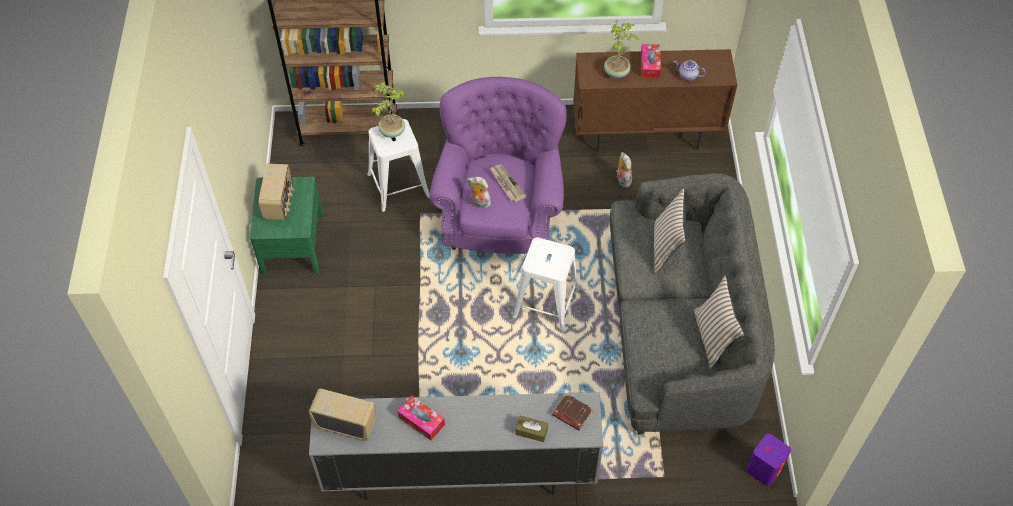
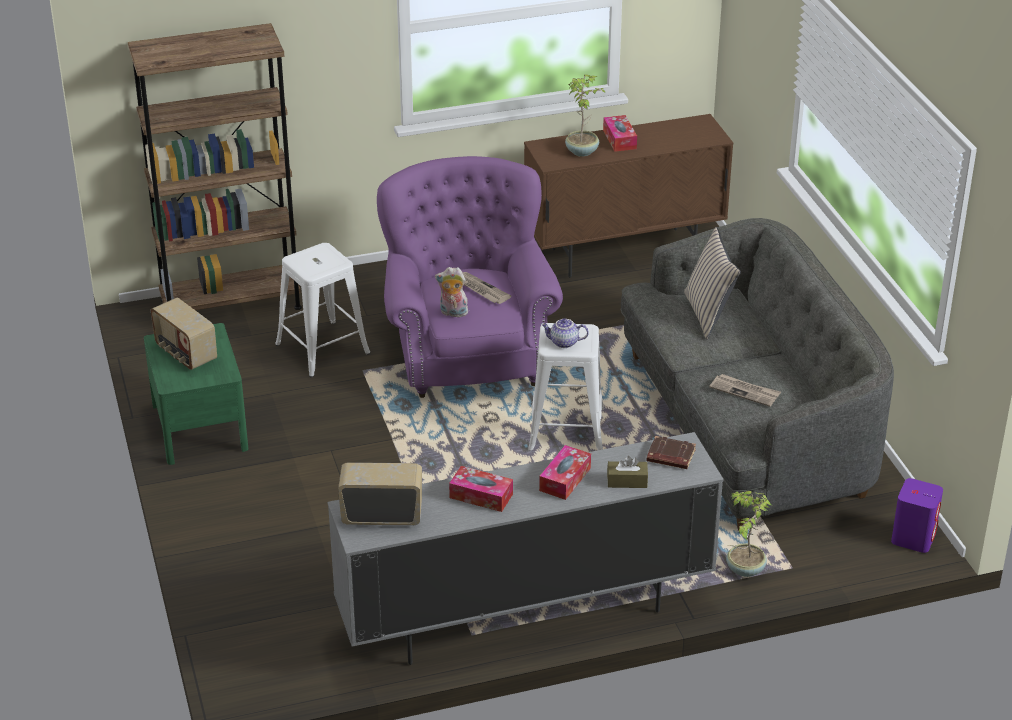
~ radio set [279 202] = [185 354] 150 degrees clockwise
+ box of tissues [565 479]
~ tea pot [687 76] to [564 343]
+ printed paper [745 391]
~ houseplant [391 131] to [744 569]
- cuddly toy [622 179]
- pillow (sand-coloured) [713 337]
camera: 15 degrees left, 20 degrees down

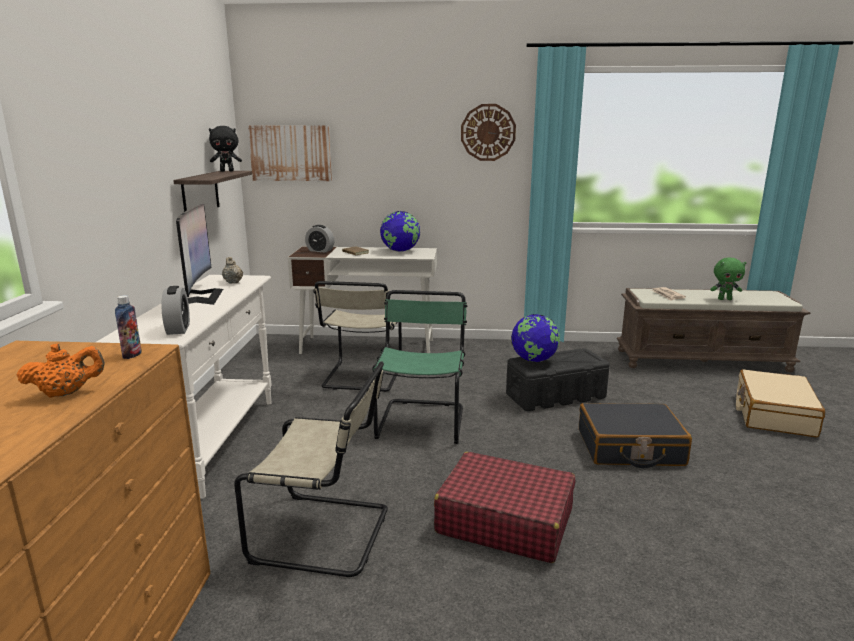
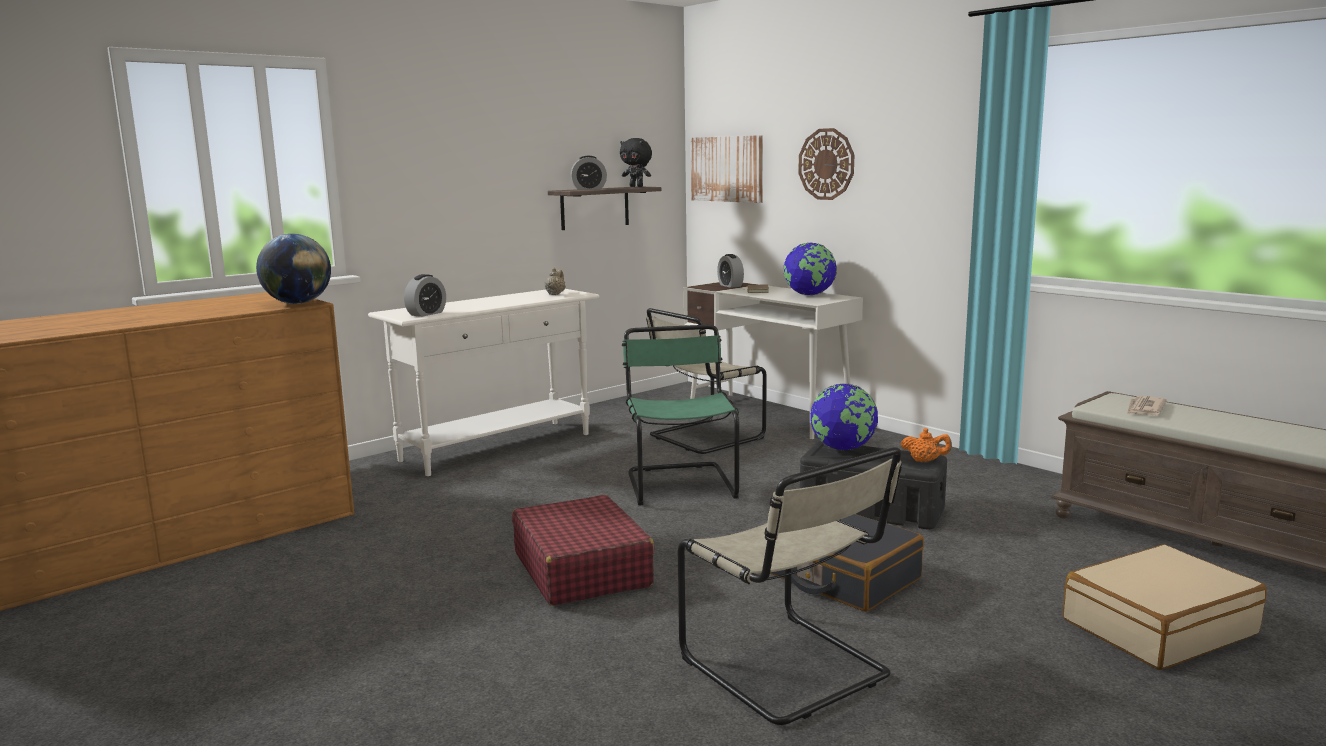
~ bottle [132 355] to globe [298 303]
+ table clock [589 189]
~ plain chair (green) [421 420] = [680 483] 60 degrees counterclockwise
~ plain chair (sand-coloured) [326 534] to [790 670]
~ hanging clock [488 132] to [826 164]
~ tea pot (orange-coloured) [66 393] to [925 461]
- computer display [199 297]
- cuddly toy (green) [724 299]
camera: 45 degrees right, 5 degrees down

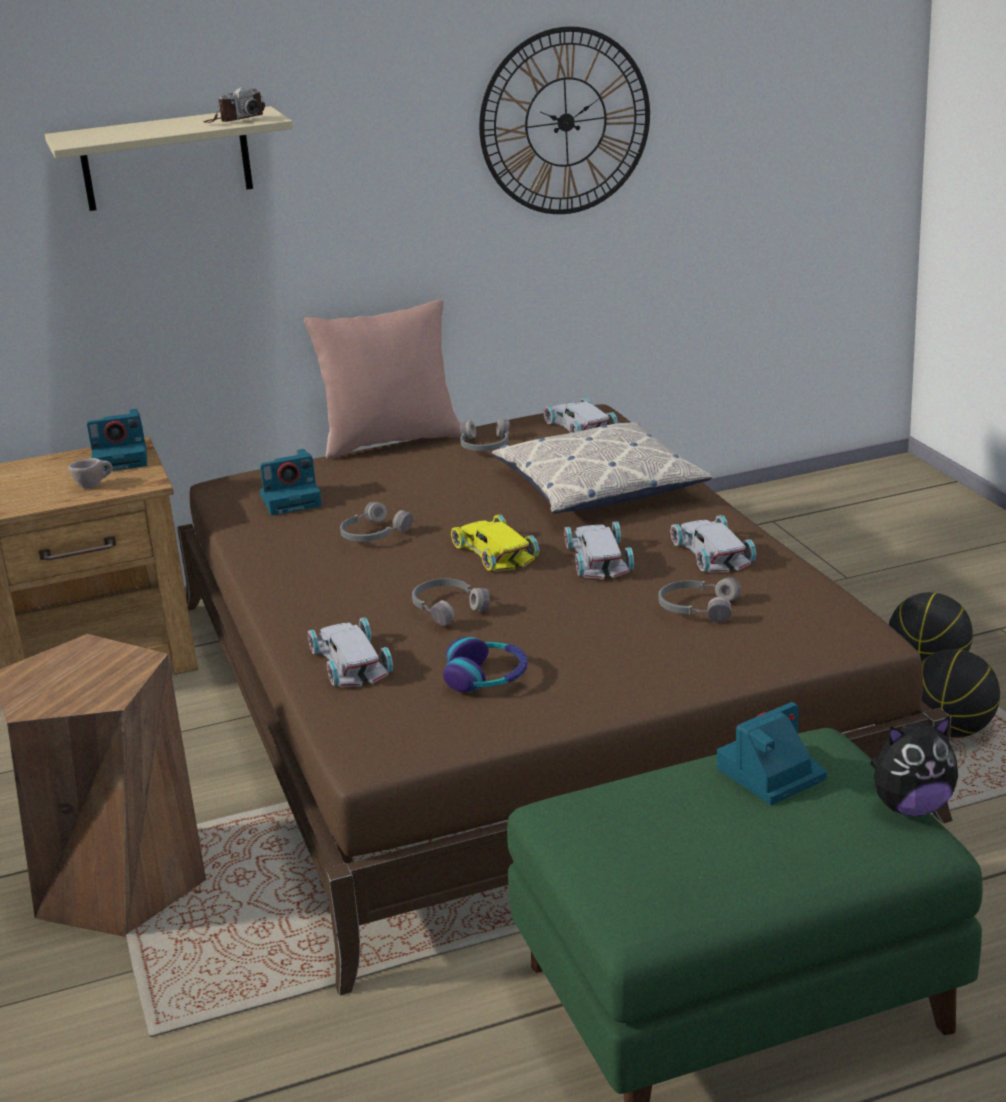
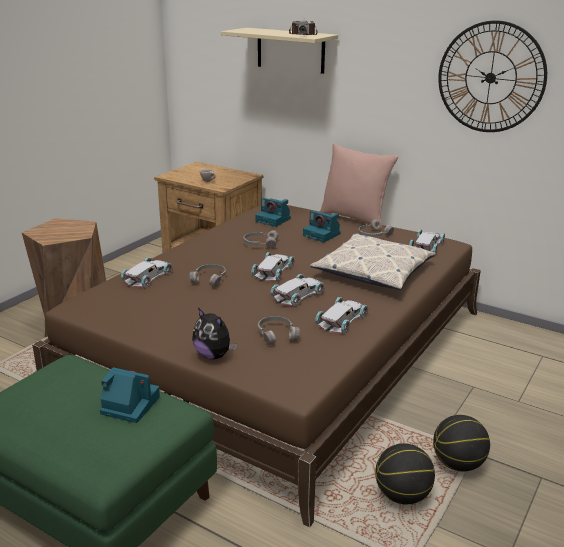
~ cuddly toy [911 807] to [213 355]
~ miniature car (yellow) [495 551] to miniature car (white-coloured) [274 270]
~ still camera [122 459] to [322 235]
- pair of headphones [487 677]
camera: 50 degrees right, 0 degrees up

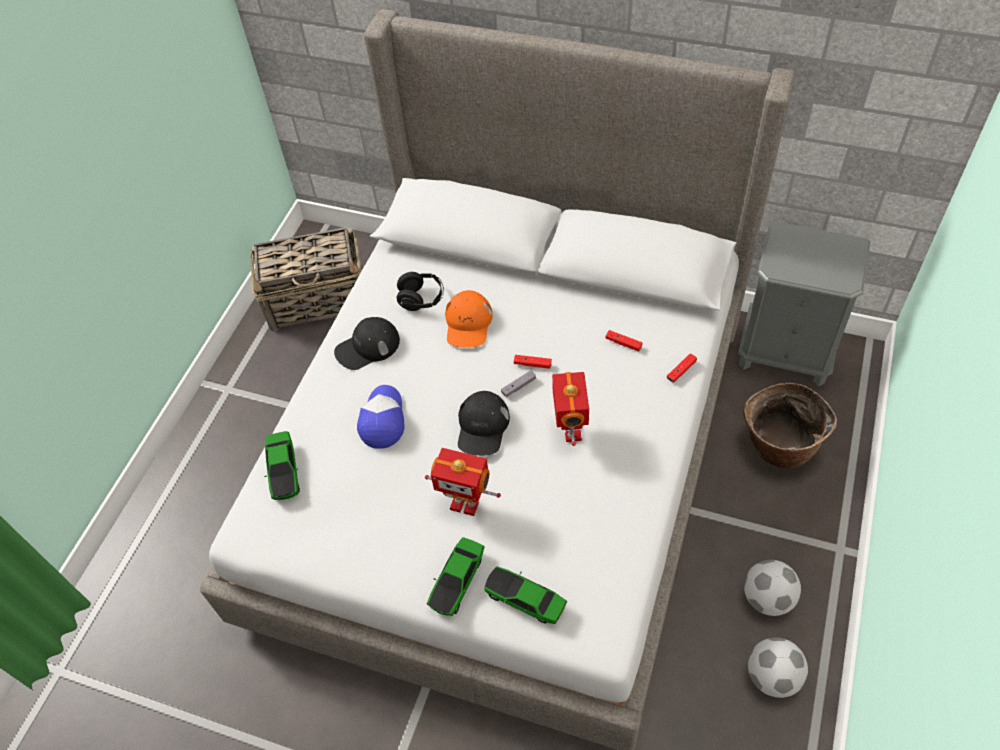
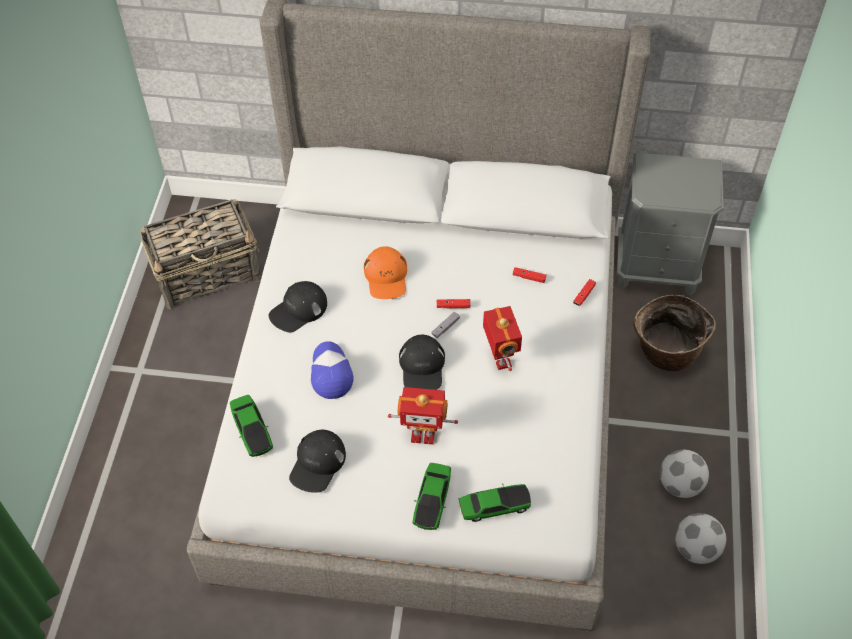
+ peaked cap (black) [317 463]
~ miniature car [525 600] = [494 506] 150 degrees clockwise
- pair of headphones (black) [421 299]
camera: 15 degrees left, 0 degrees up

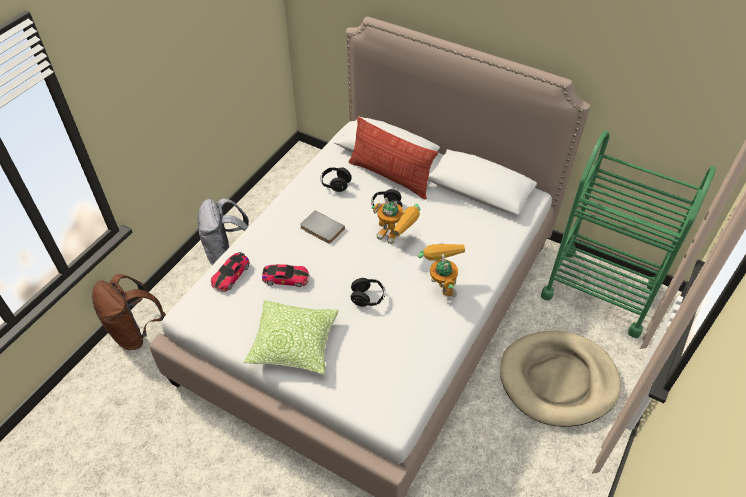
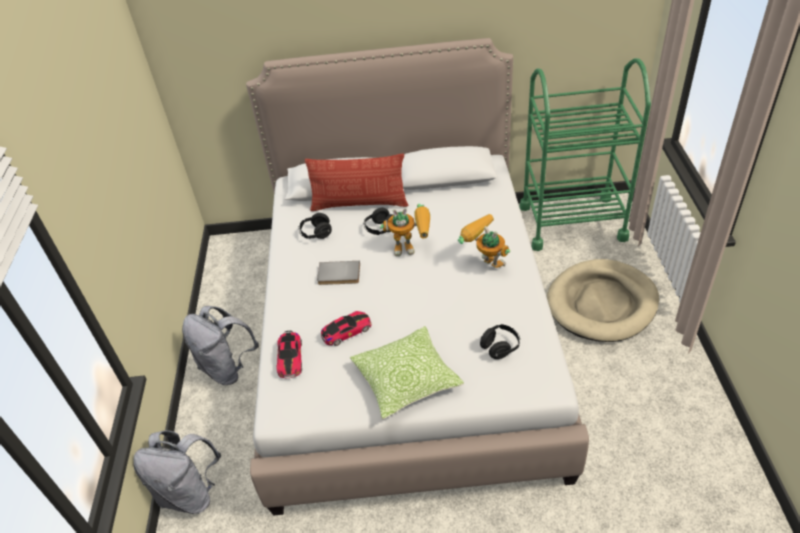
~ rucksack (brownish) [136 332] to rucksack (gray) [191 493]
~ pair of headphones (black) [368 298] to [500 347]
camera: 30 degrees left, 5 degrees down

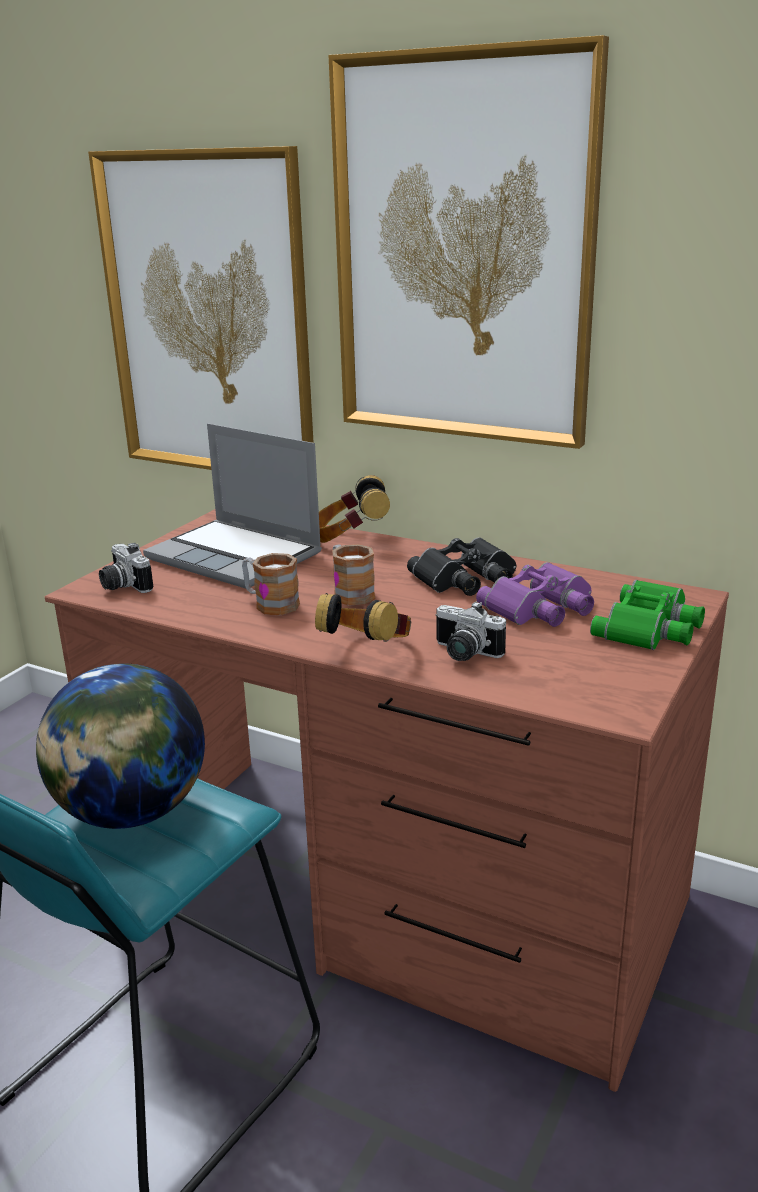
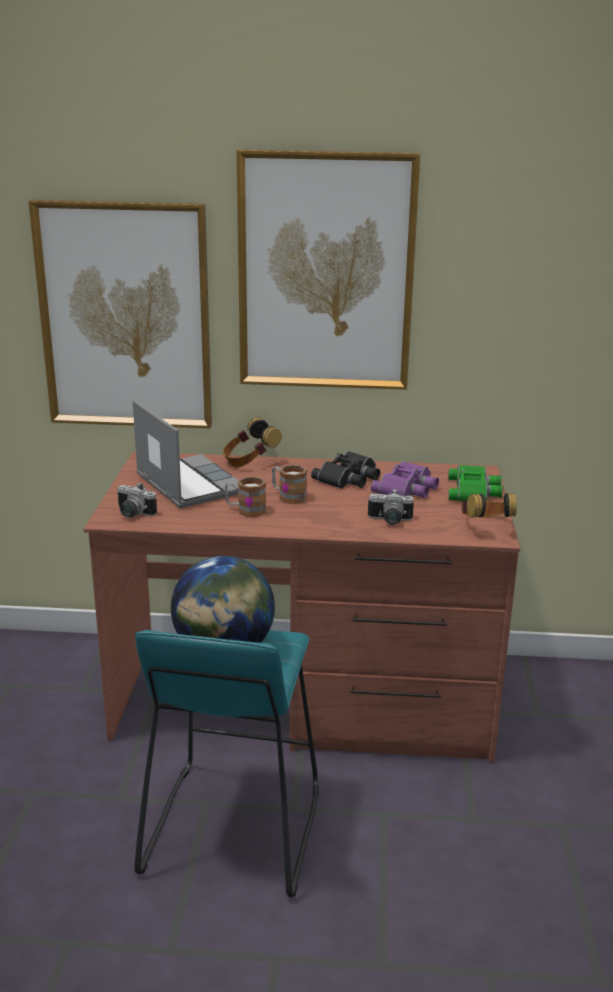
~ notebook computer [237 556] = [188 484] 135 degrees counterclockwise
~ pair of headphones [368 652] to [485 527]
camera: 25 degrees left, 0 degrees up

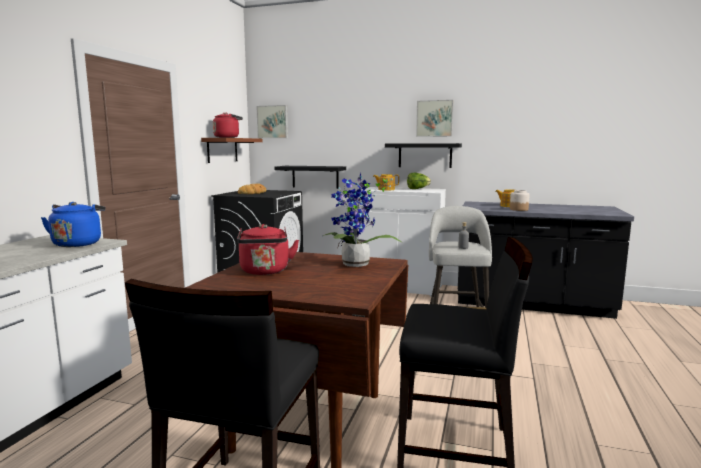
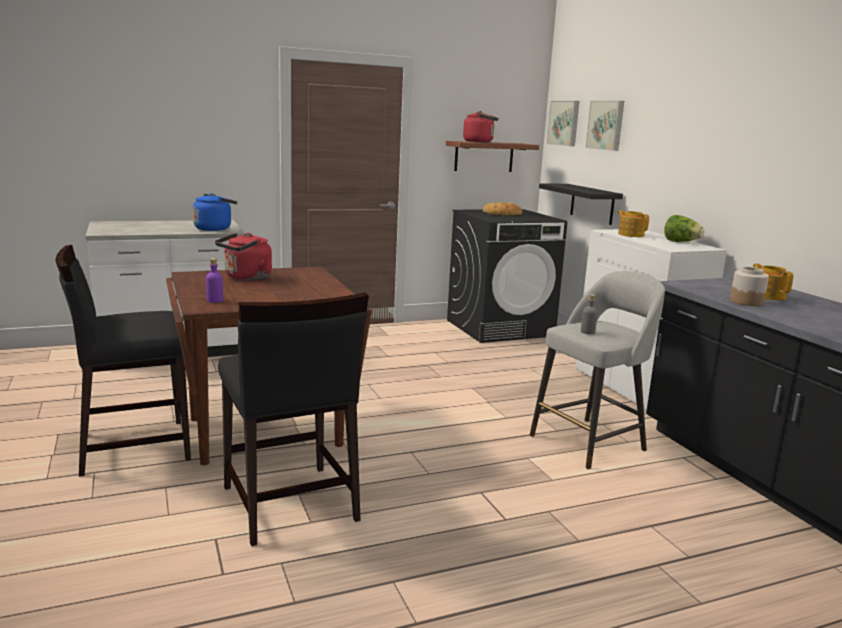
+ bottle (purple-coloured) [215 300]
~ wall art [434 118] to [606 125]
- houseplant [355 265]
- bracket shelf (black) [425 155]
camera: 50 degrees right, 5 degrees up

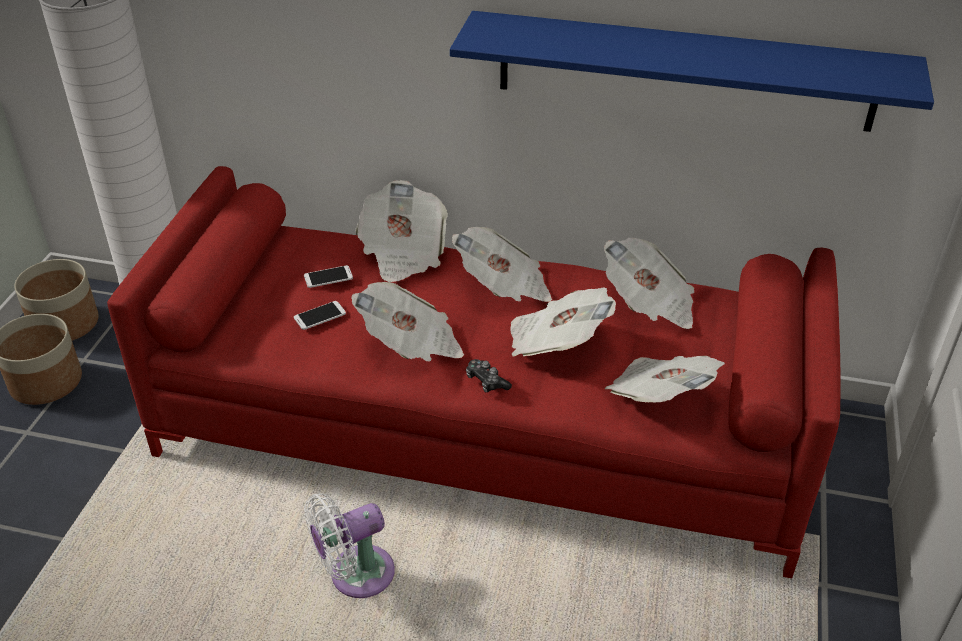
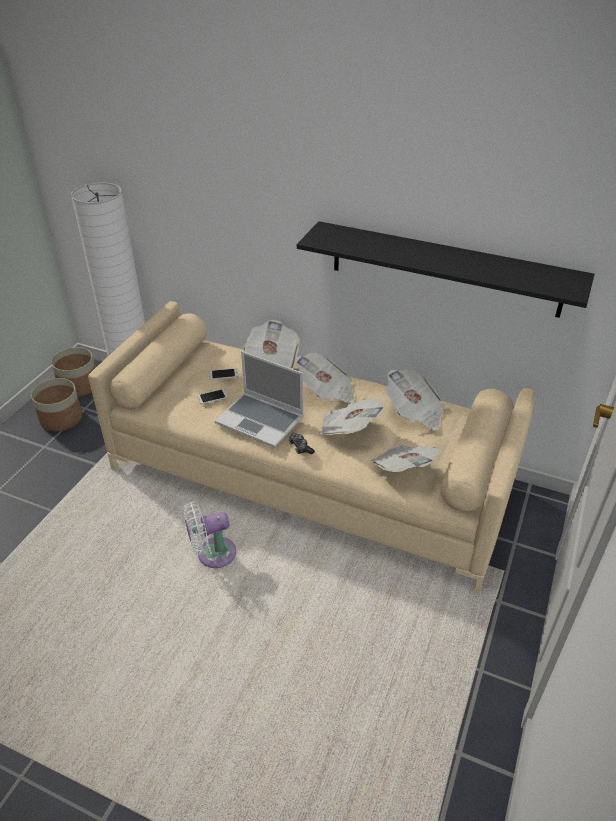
~ settee (red) [482 427] to settee (sand-coloured) [308 476]
~ printed paper [411 345] to notebook computer [261 420]
~ bracket shelf (bluish) [685 71] to bracket shelf (black) [444 269]
camera: 10 degrees right, 0 degrees up

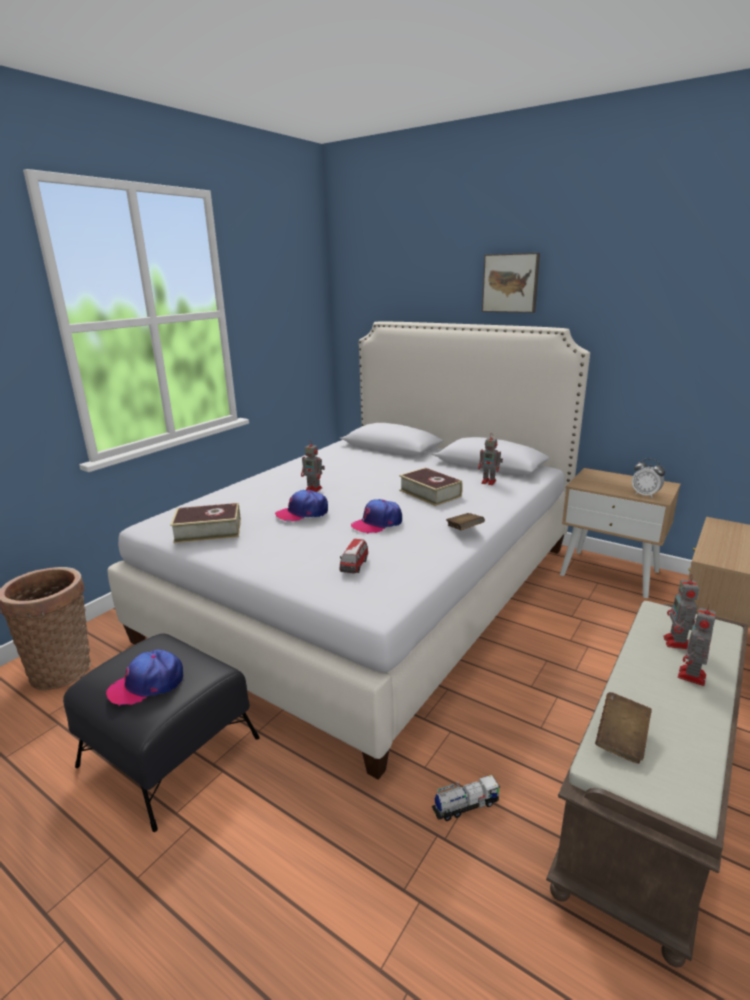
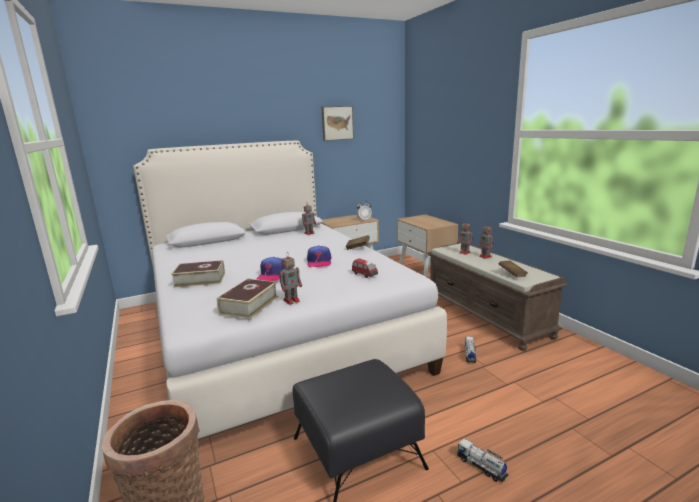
~ book [430 493] to [200 279]
~ toy robot [314 489] to [292 300]
~ wall art [511 283] to [337 123]
+ toy truck [481 467]
- peaked cap [147 684]
camera: 60 degrees left, 5 degrees down

